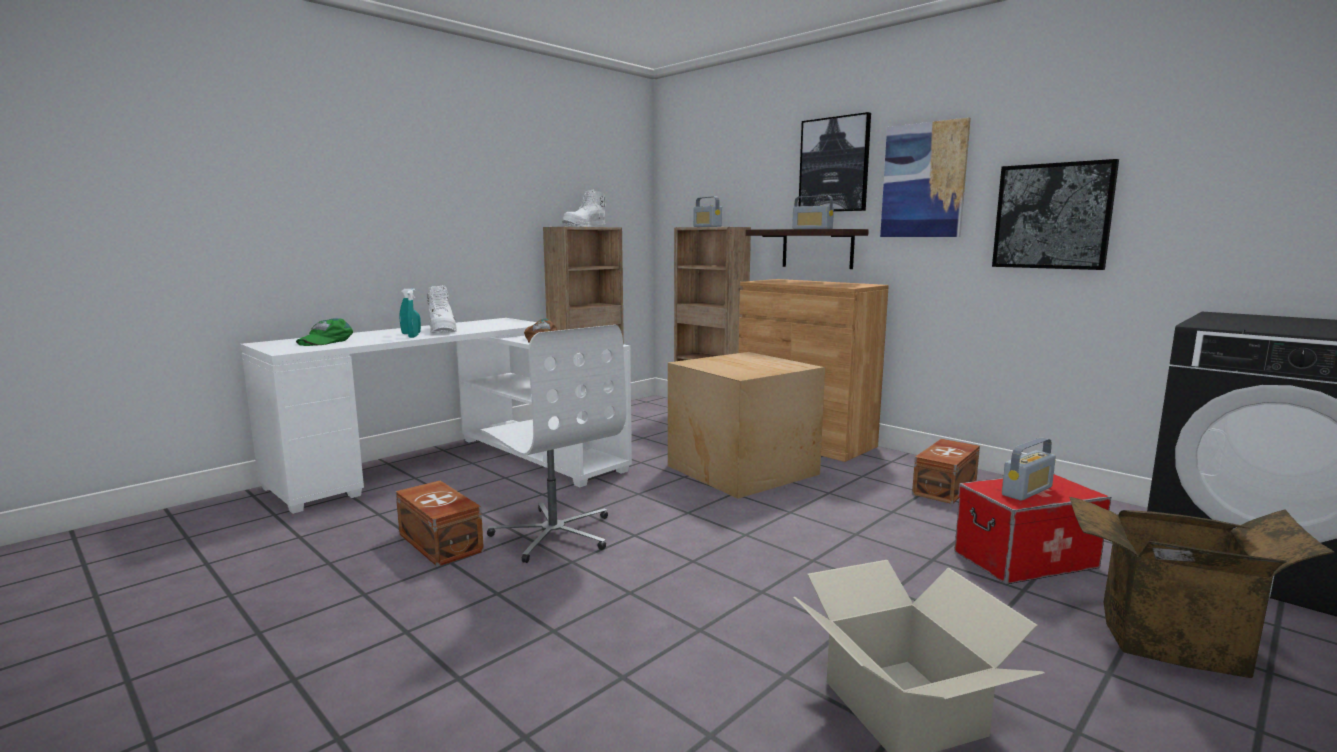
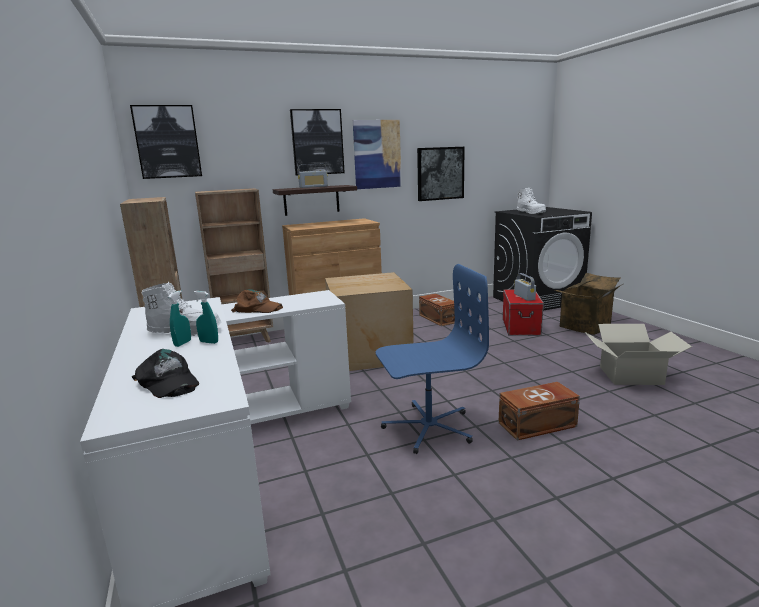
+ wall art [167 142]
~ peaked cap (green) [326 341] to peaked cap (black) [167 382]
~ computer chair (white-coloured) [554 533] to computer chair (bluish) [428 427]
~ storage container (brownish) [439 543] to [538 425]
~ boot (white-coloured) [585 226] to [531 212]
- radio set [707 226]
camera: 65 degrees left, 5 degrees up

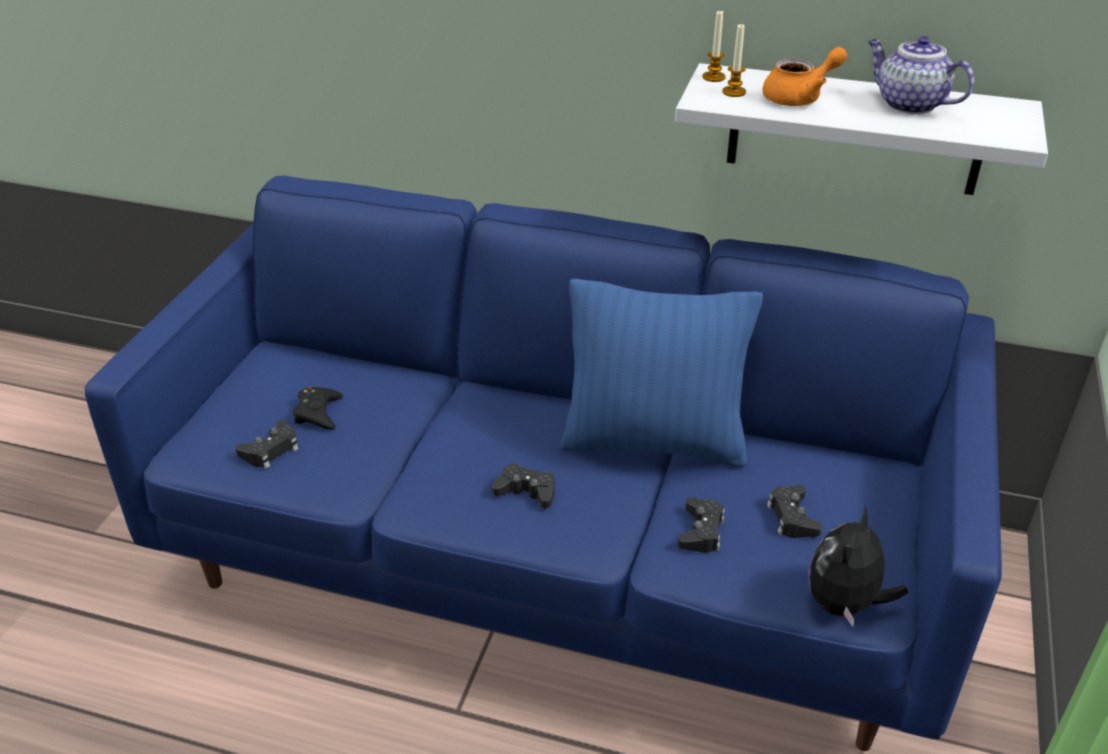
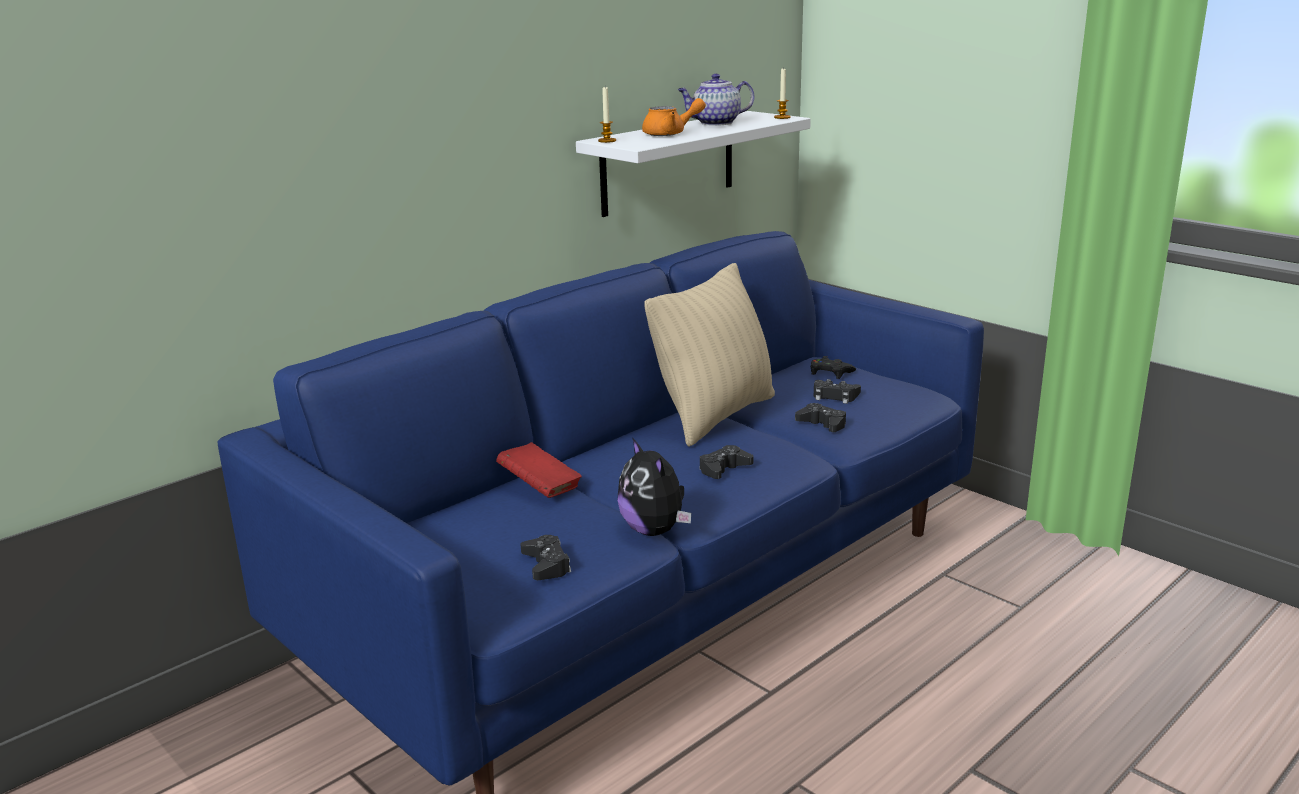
+ book (red) [540 487]
~ cuddly toy [844 604] to [655 530]
~ tea pot (orange-coloured) [800 98] = [670 134] 75 degrees clockwise
~ pillow (bluish) [653 442] to pillow (sand-coloured) [715 416]
~ candle [734 92] to [782 117]
~ game controller (black) [318 413] to [830 372]
camera: 60 degrees left, 15 degrees down

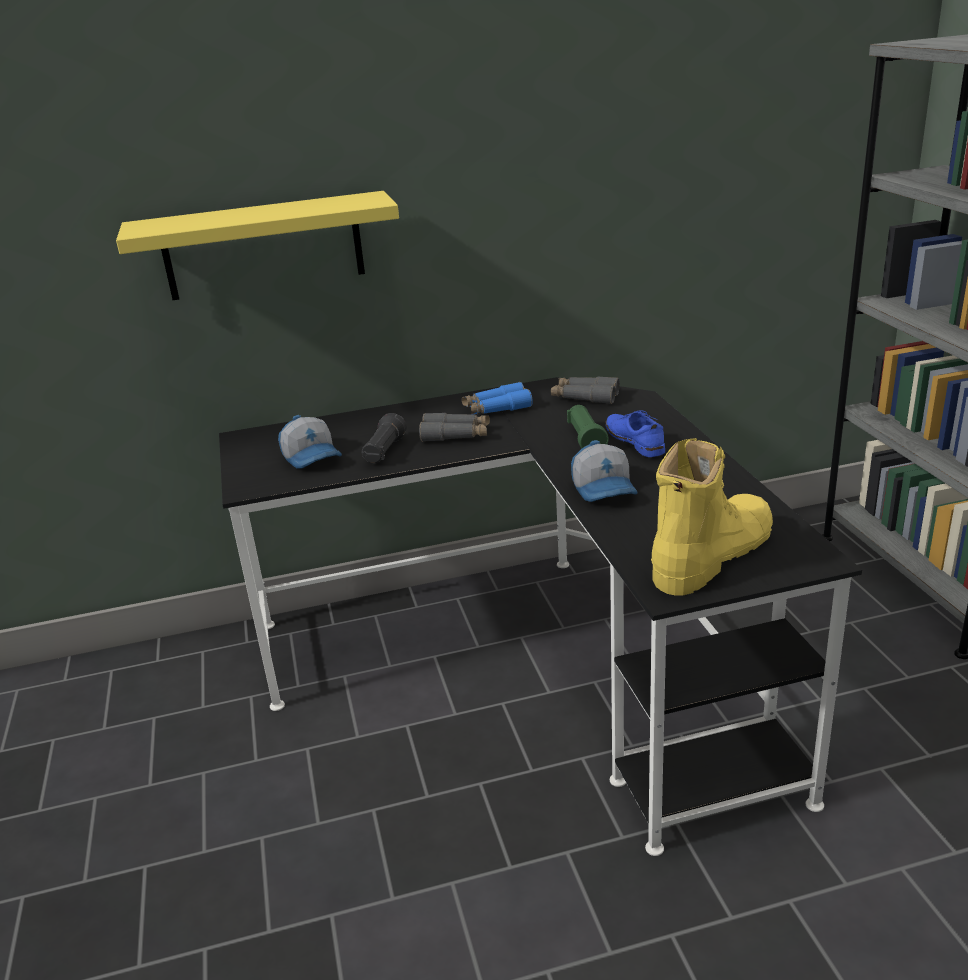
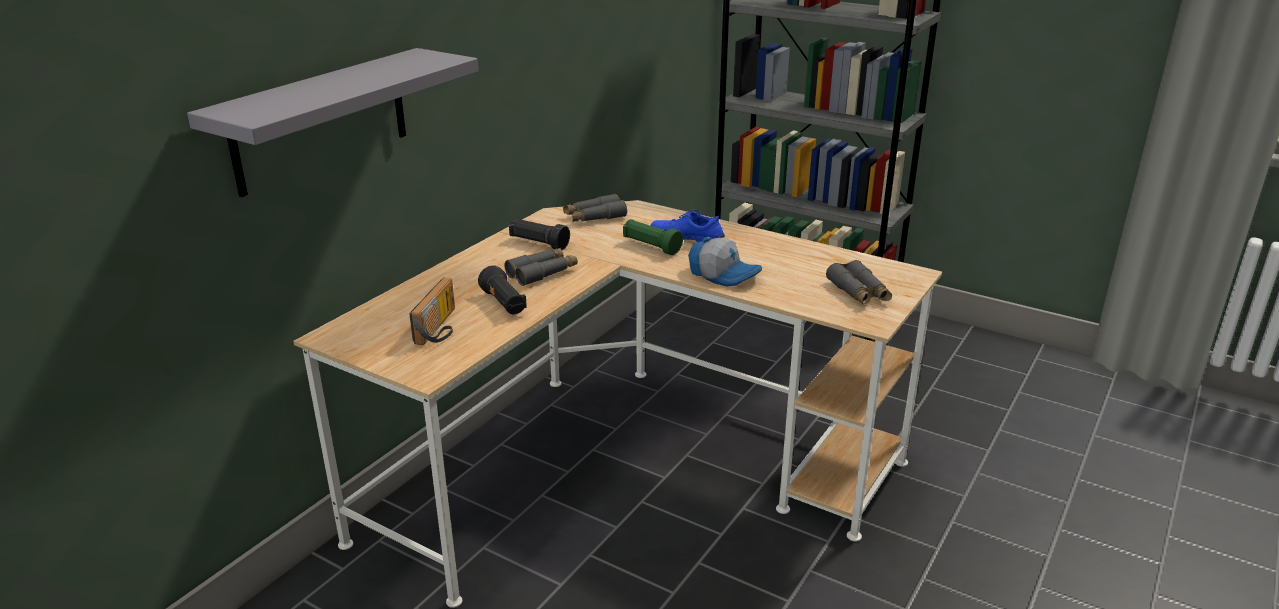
~ bracket shelf (yellow) [263 246] to bracket shelf (gray) [321 120]
~ desk unit (black) [533 661] to desk unit (sand-coloured) [625 461]
~ peaked cap [312 456] to radio set [441 328]
~ field glasses (bluish) [496 408] to torch (black) [538 244]
~ boot (yellow) [711 555] to field glasses (gray) [858 292]
camera: 45 degrees left, 0 degrees up

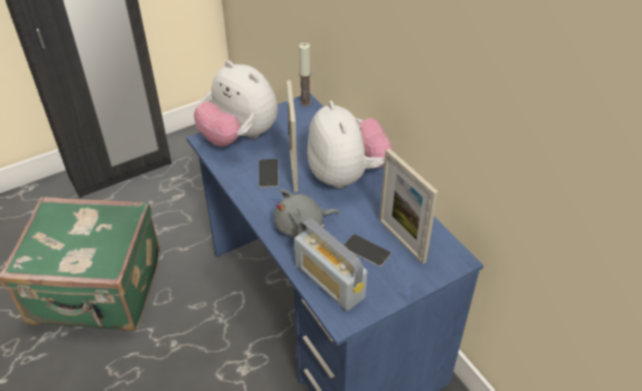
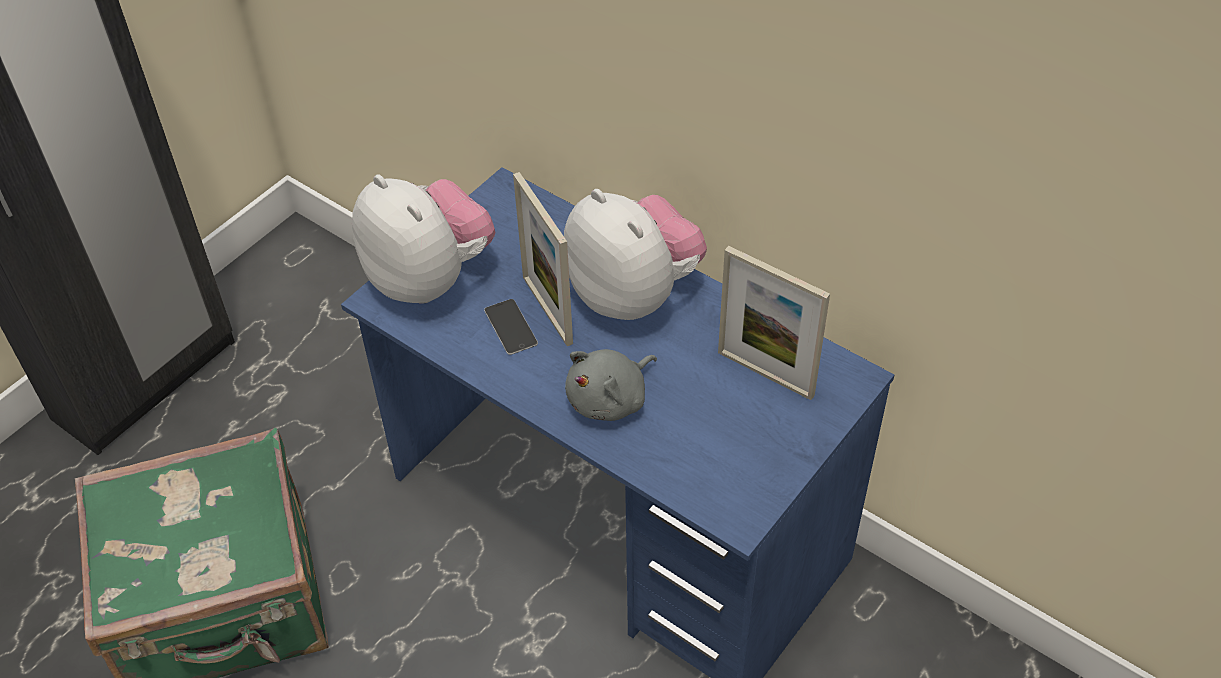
~ cuddly toy [239 137] = [429 278] 150 degrees counterclockwise
- radio set [329 281]
- candle [305 102]
- telephone [366 250]
camera: 20 degrees left, 5 degrees up

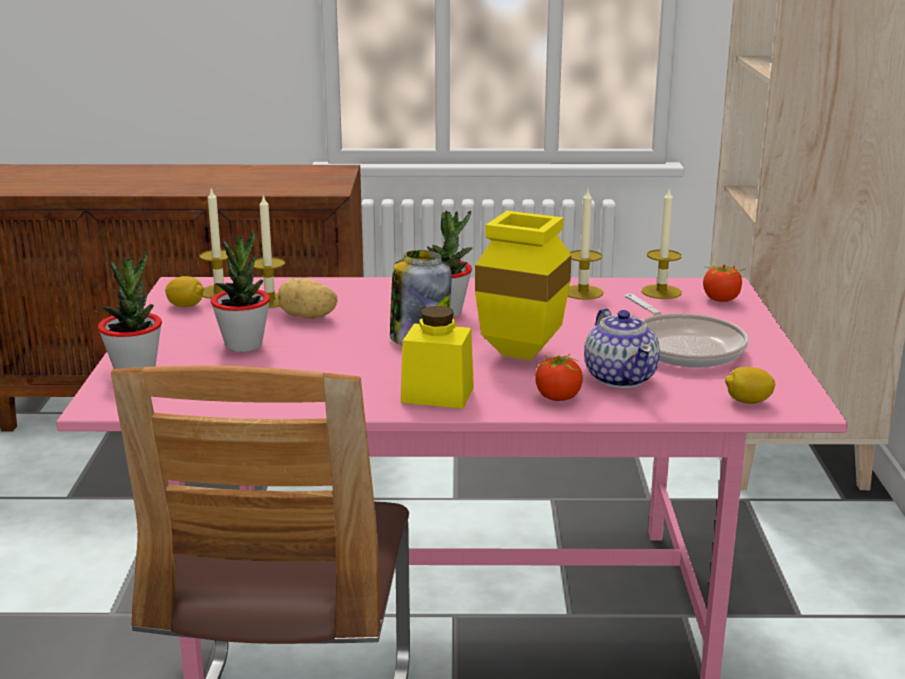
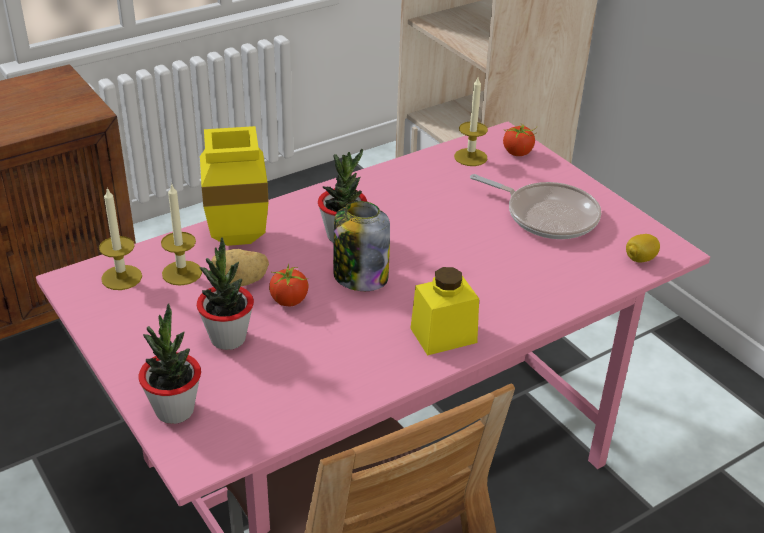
~ vase (yellow) [526 353] to [241 236]
~ tomato [558 398] to [289 301]
- citrus fruit [186 306]
- candle [583 292]
- tea pot [620 377]
camera: 35 degrees left, 15 degrees up

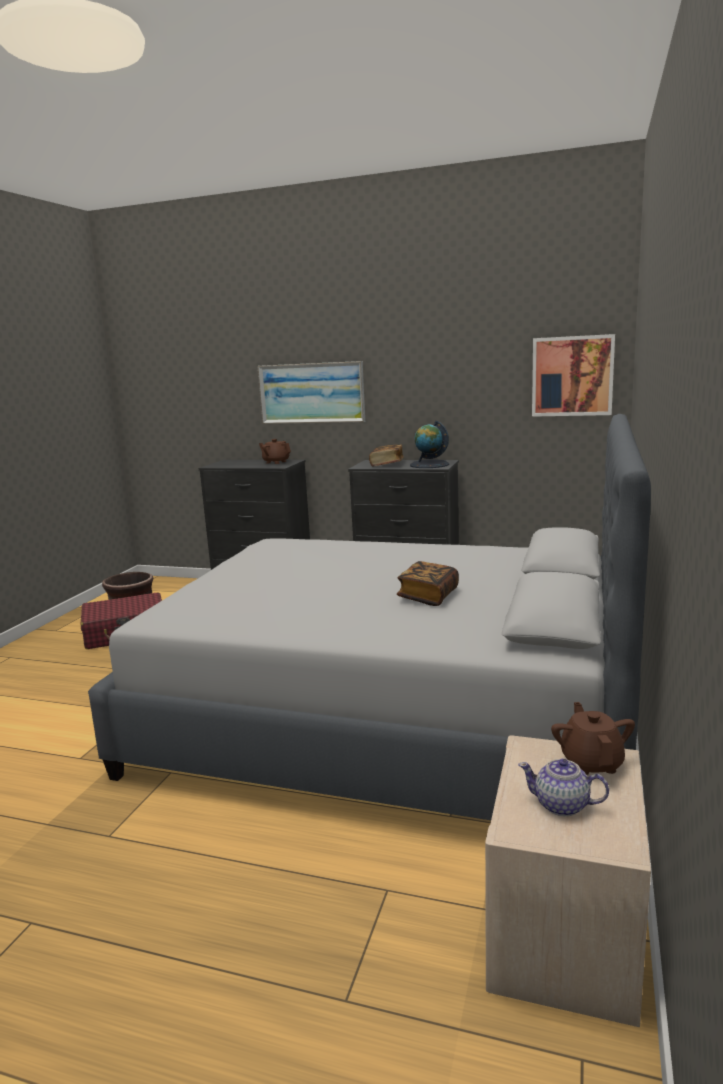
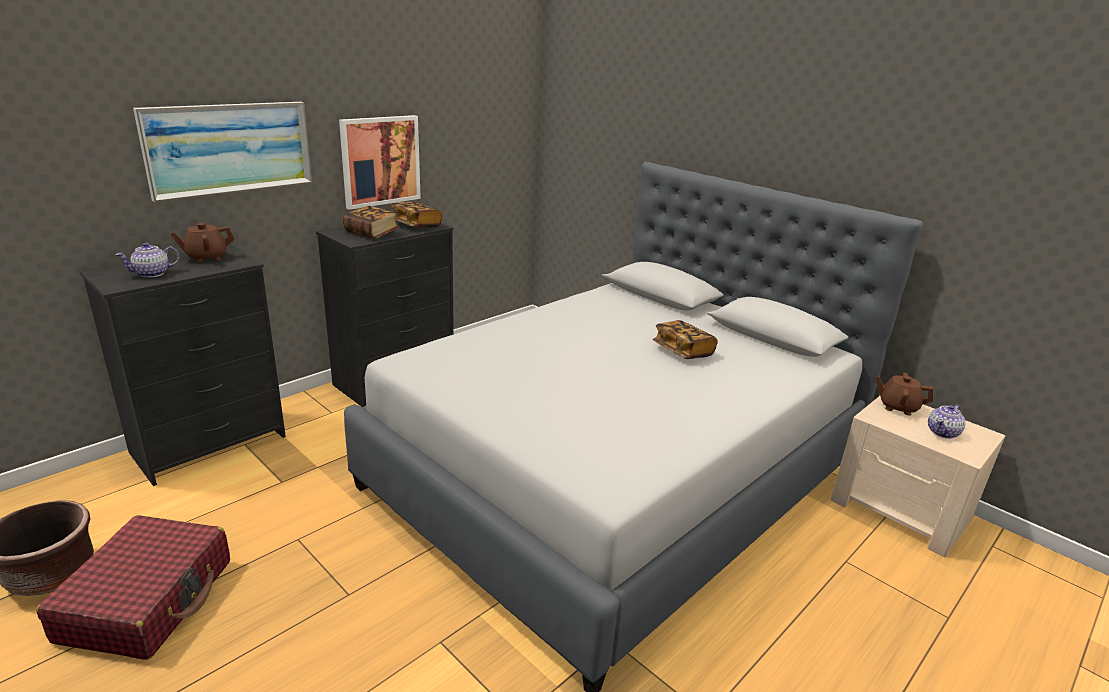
+ tea pot [152 274]
~ wall art [572 376] to [380 161]
~ globe [429 464] to book [416 225]
camera: 65 degrees left, 10 degrees up

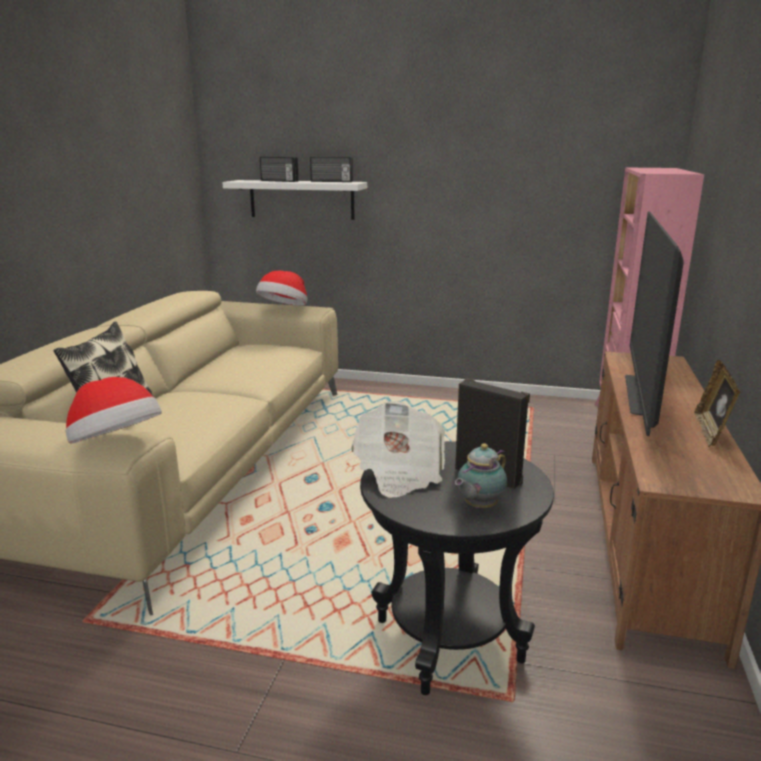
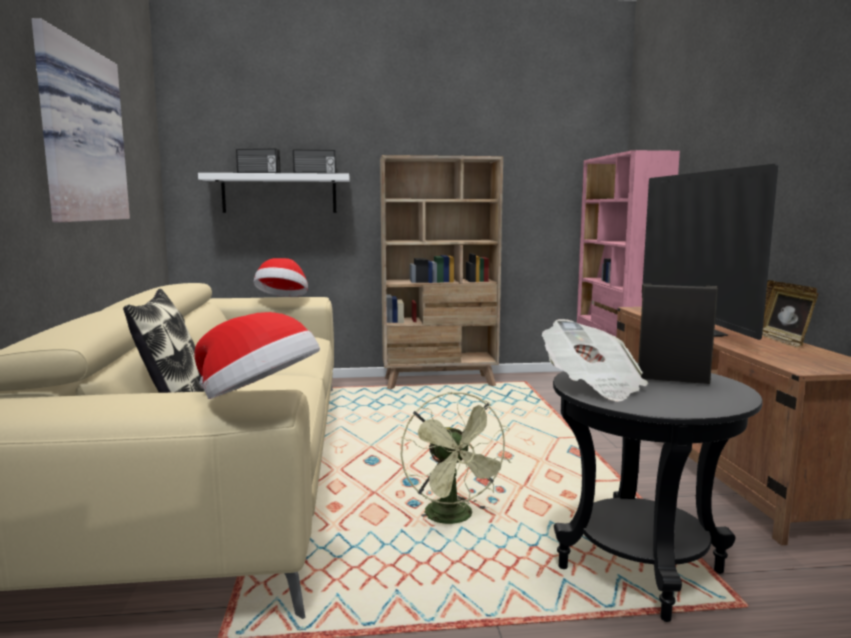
+ wall art [77 134]
+ shelving unit (sand-coloured) [440 382]
+ cooling fan (green) [455 519]
- tea pot [478 507]
camera: 20 degrees left, 10 degrees down

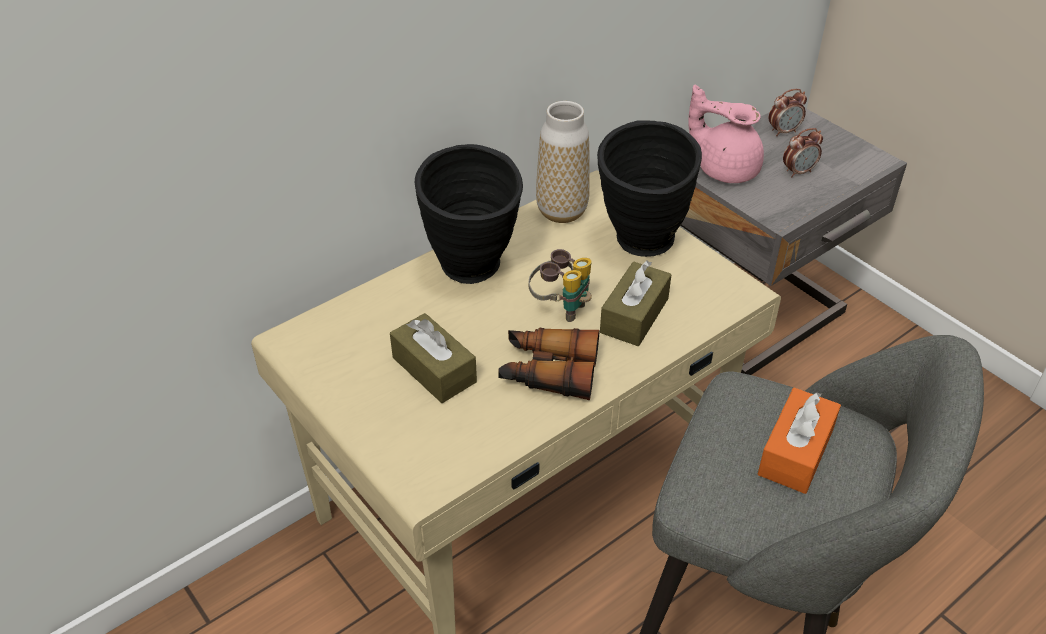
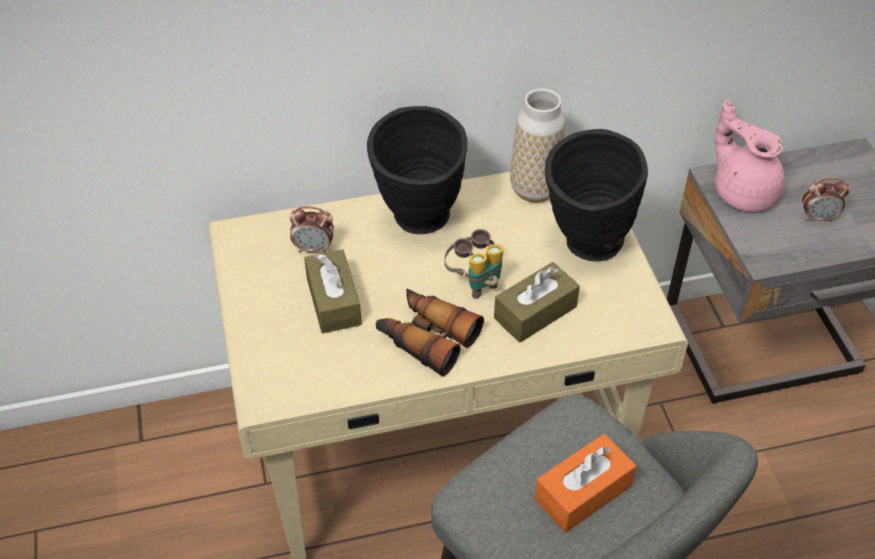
~ table clock [783 131] to [314 248]
camera: 25 degrees right, 5 degrees up

